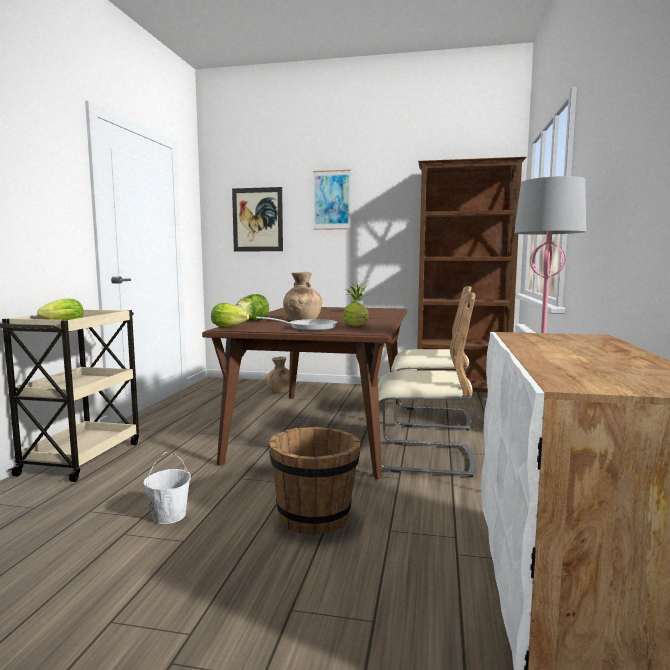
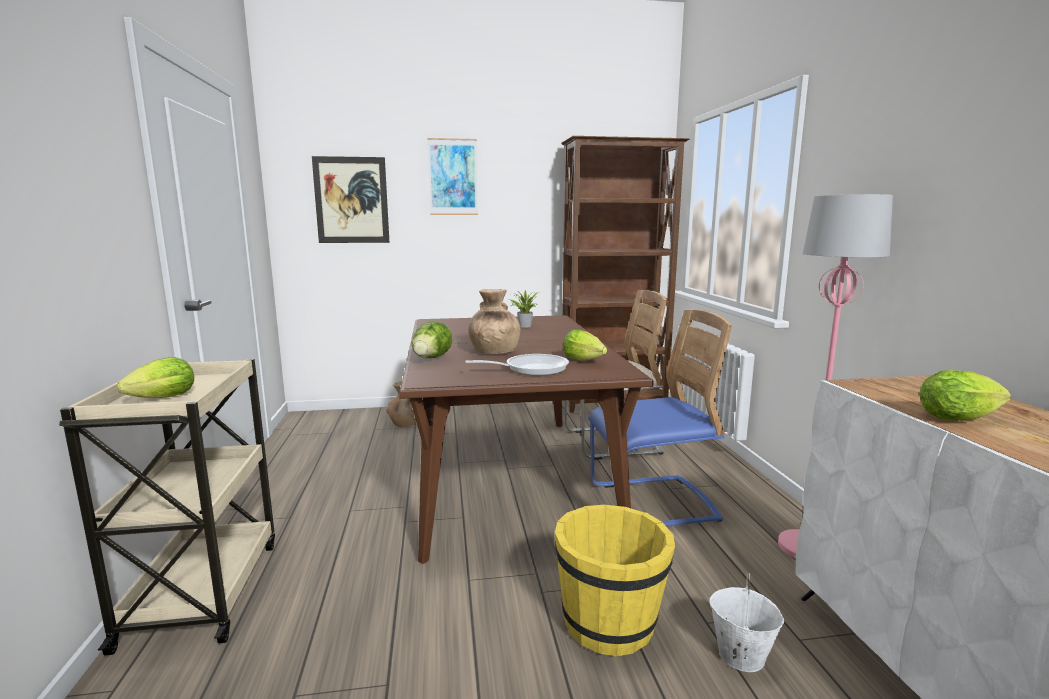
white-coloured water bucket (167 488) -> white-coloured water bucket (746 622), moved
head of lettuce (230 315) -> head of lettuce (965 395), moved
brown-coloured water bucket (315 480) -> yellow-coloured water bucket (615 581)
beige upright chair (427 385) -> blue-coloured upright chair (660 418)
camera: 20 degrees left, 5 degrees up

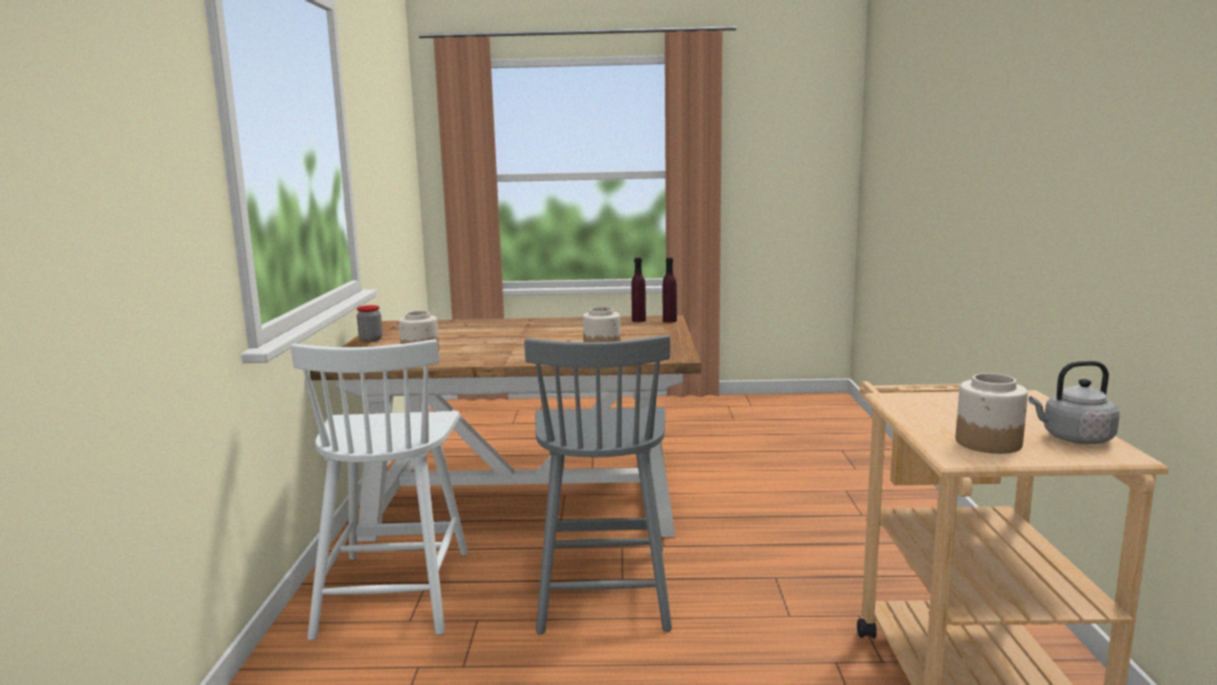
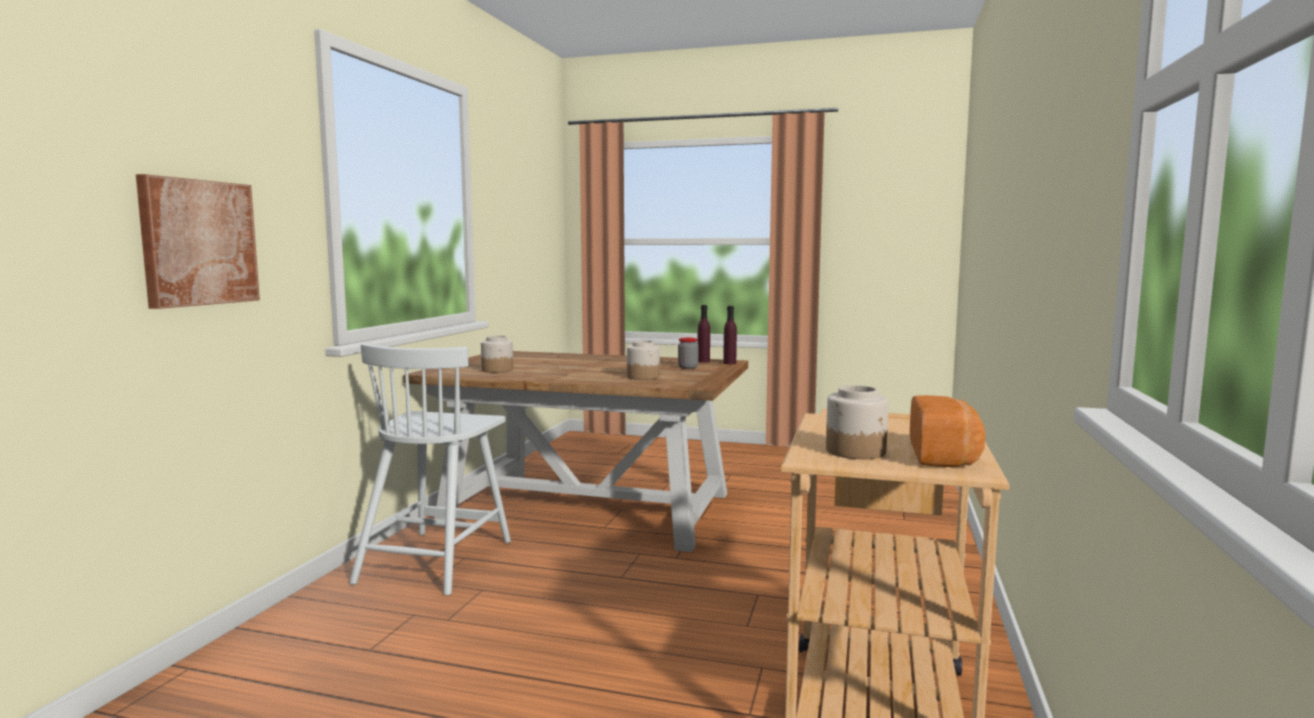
preserve jar (370 323) -> preserve jar (688 353), moved
greyish upright chair (598 485) -> none
greyish water kettle (1074 402) -> bread (948 431)
none -> wall art (198 241)
camera: 15 degrees right, 5 degrees down

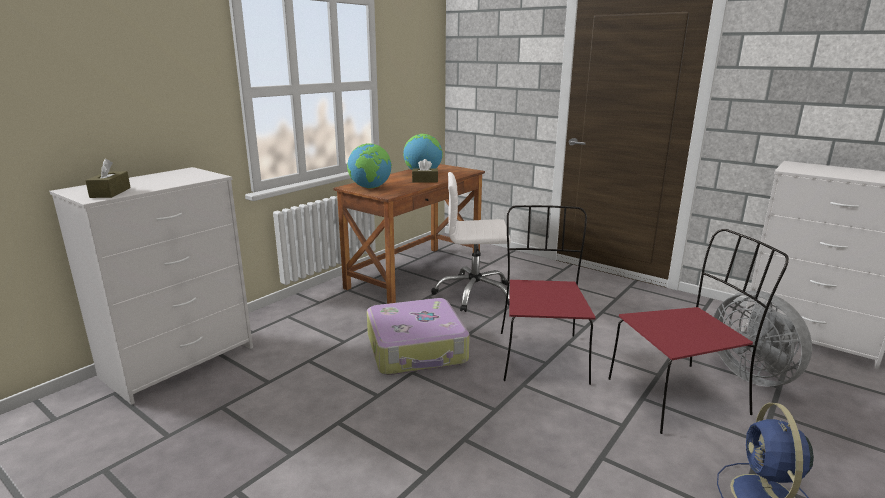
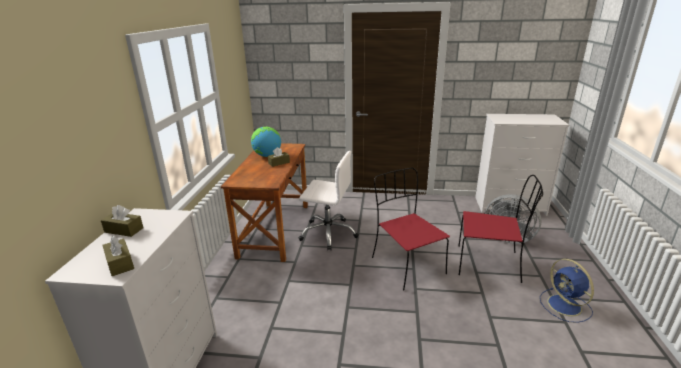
globe (369 165) -> none
suitcase (418 336) -> none
white-coloured office chair (471 242) -> white-coloured office chair (328 200), 135 degrees counterclockwise
reddish upright chair (698 331) -> reddish upright chair (500 229), 60 degrees clockwise
none -> brown-coloured tissue holder (122 221)
camera: 30 degrees left, 5 degrees up

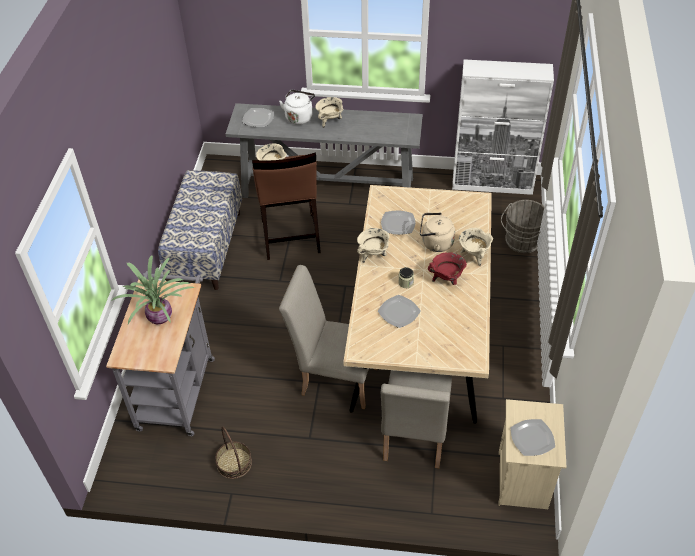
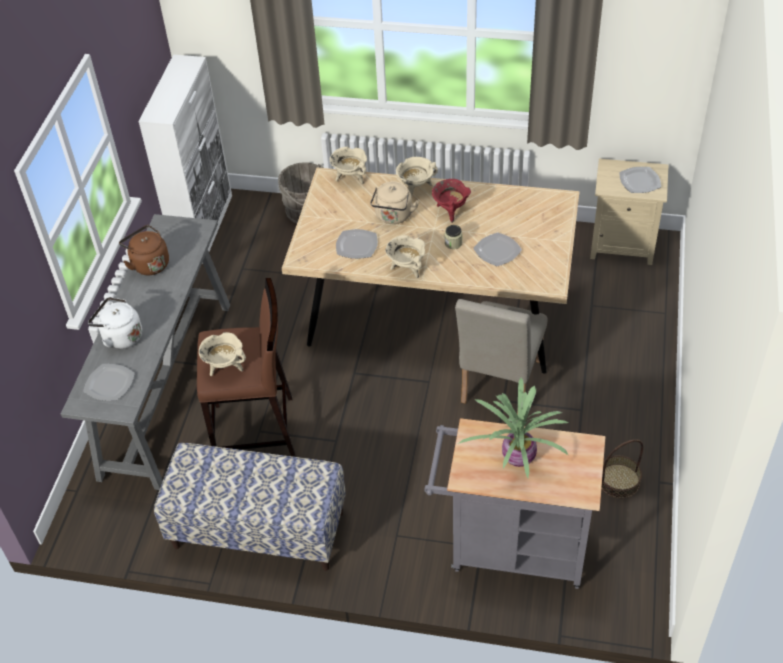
beige saucepot (329 112) -> beige saucepot (348 165), moved
beige upright chair (416 419) -> none
none -> brown-coloured water kettle (144 250)
camera: 85 degrees left, 0 degrees up

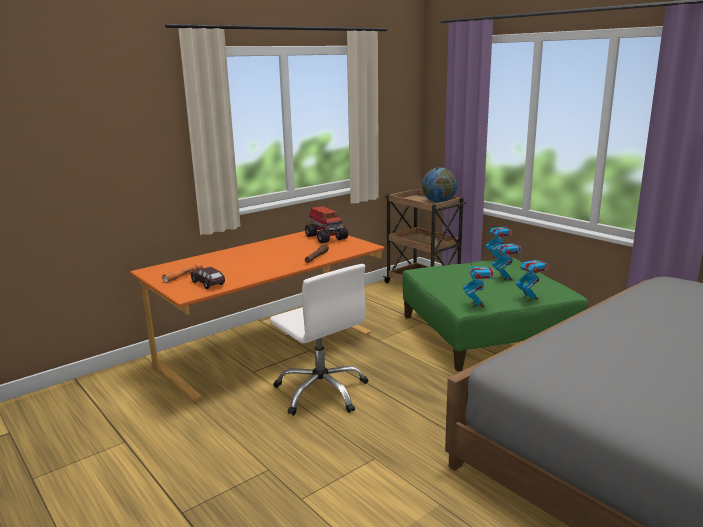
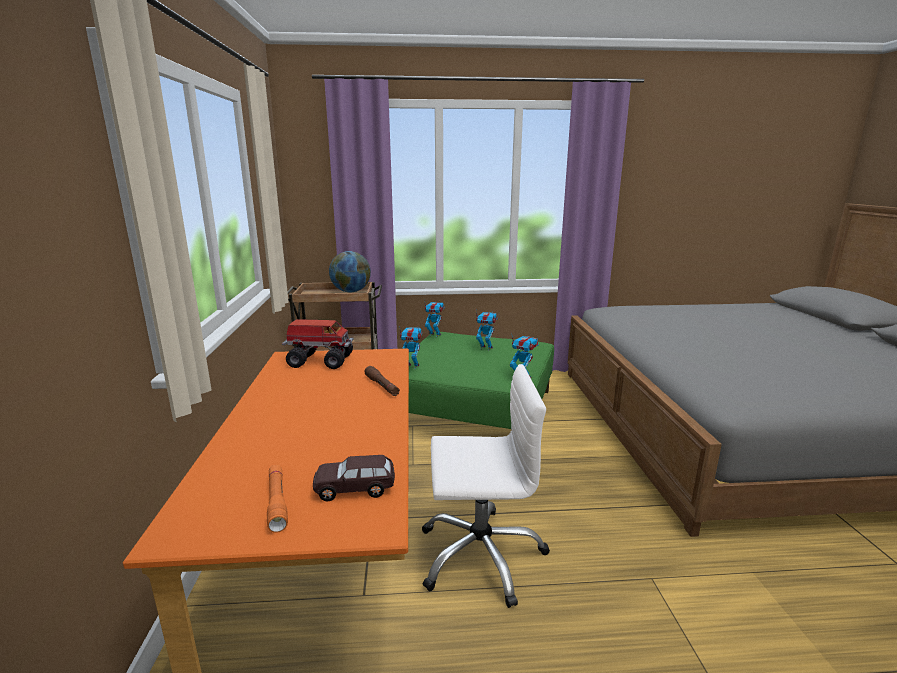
robot figure (532 278) -> robot figure (410 347), moved
camera: 55 degrees left, 0 degrees up

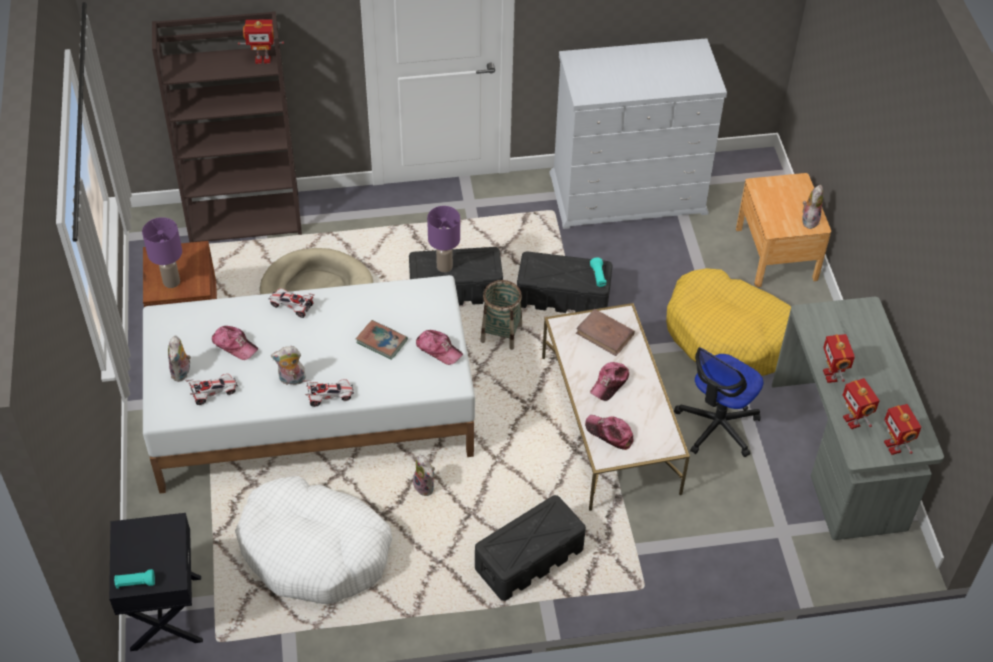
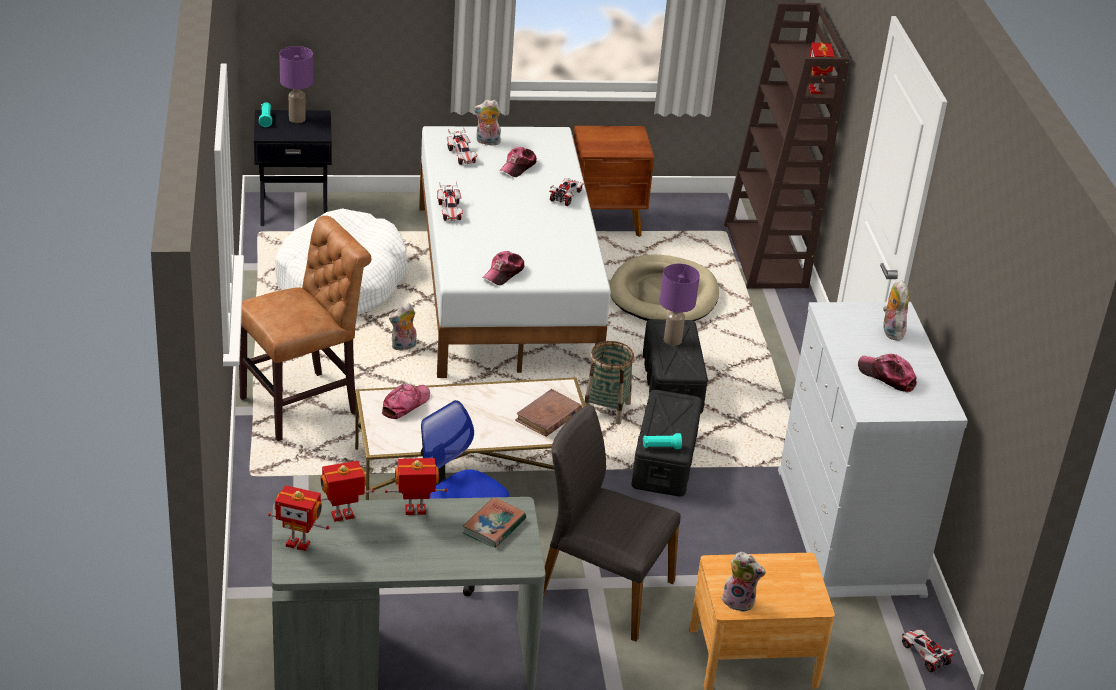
purple-coloured tabletop lamp (162 252) -> purple-coloured tabletop lamp (296 84), moved
soft toy (288 366) -> soft toy (896 310), moved
volume (382 340) -> volume (494 522), moved
blackish storage box (530 548) -> brown-coloured upright chair (305 328)
peaked cap (609 381) -> peaked cap (887 373), moved
yellow-coloured pet bed (728 322) -> greyish upright chair (612 523)
robot figure (903 429) -> robot figure (299 518), 150 degrees counterclockwise
none -> toy car (929 650)
camera: 90 degrees right, 15 degrees down

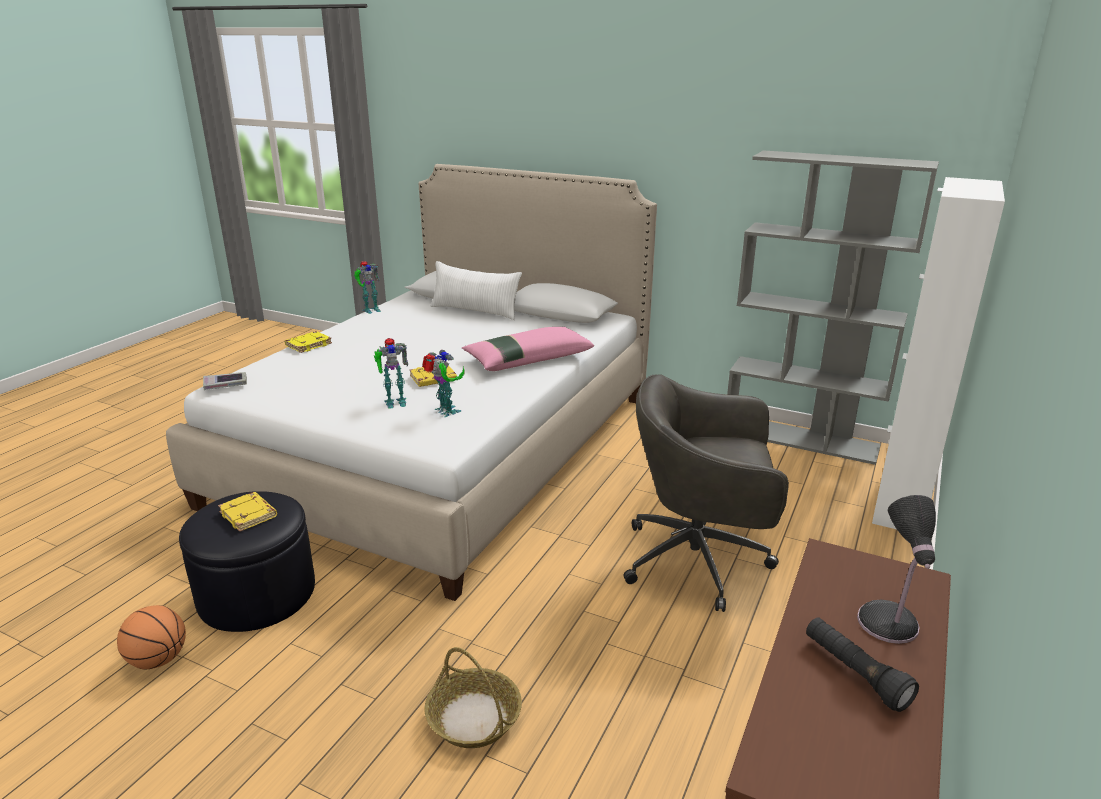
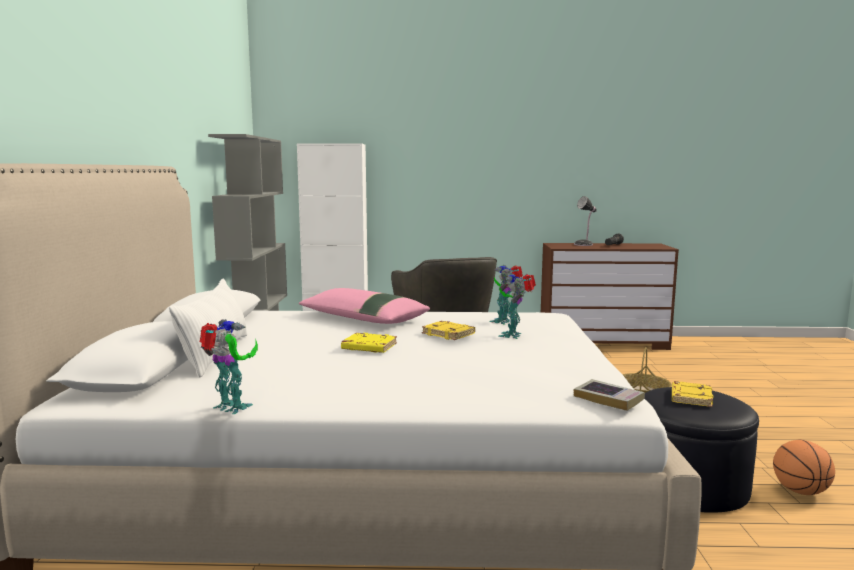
yellow-coloured volume (308 342) -> yellow-coloured volume (369 343), moved
robot figure (391 373) -> robot figure (517 306), 120 degrees counterclockwise
camera: 115 degrees left, 15 degrees down

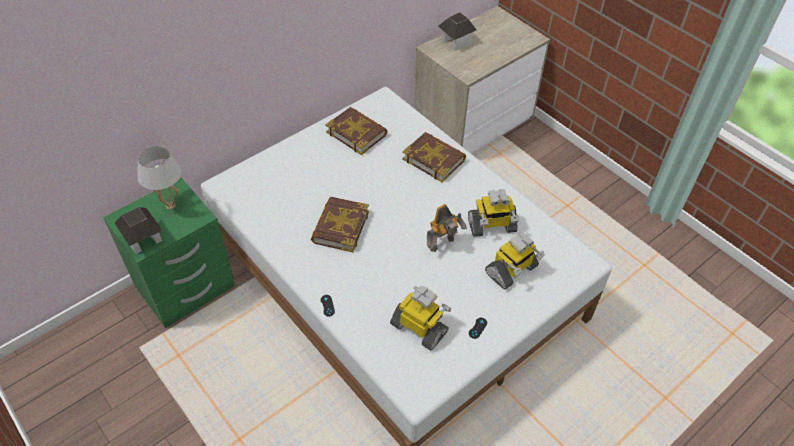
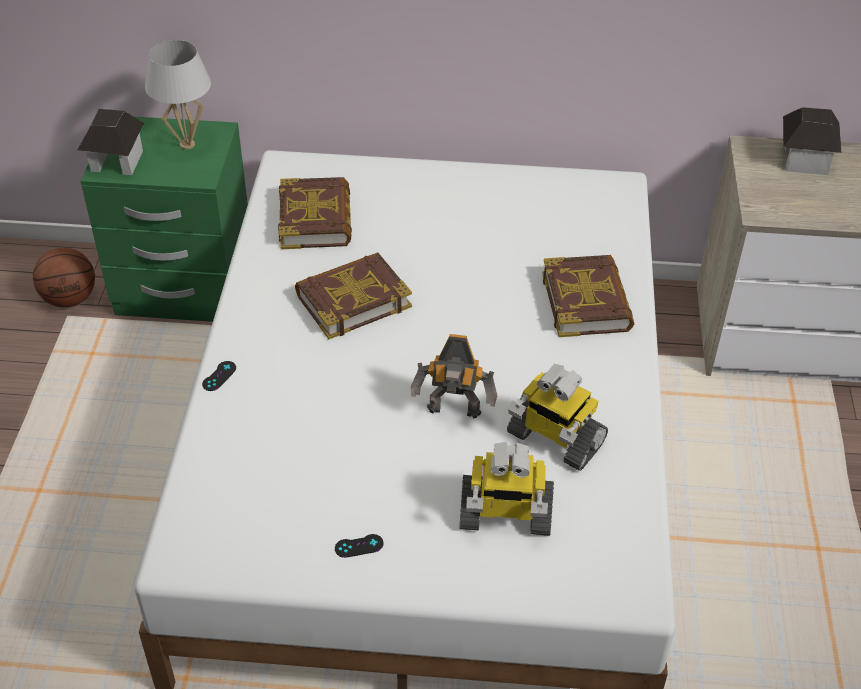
volume (356 131) -> volume (315 213), moved
robot figure (420 318) -> none
none -> basketball (64 277)
camera: 45 degrees right, 5 degrees down

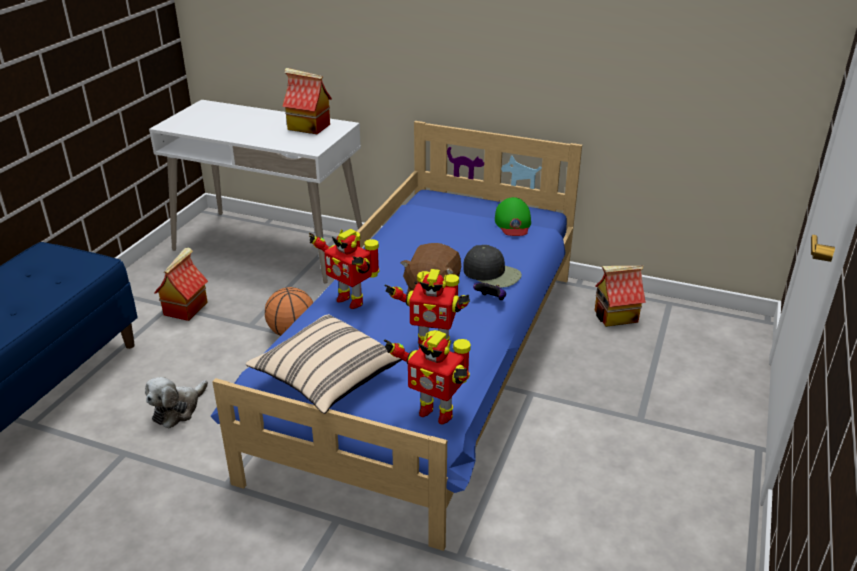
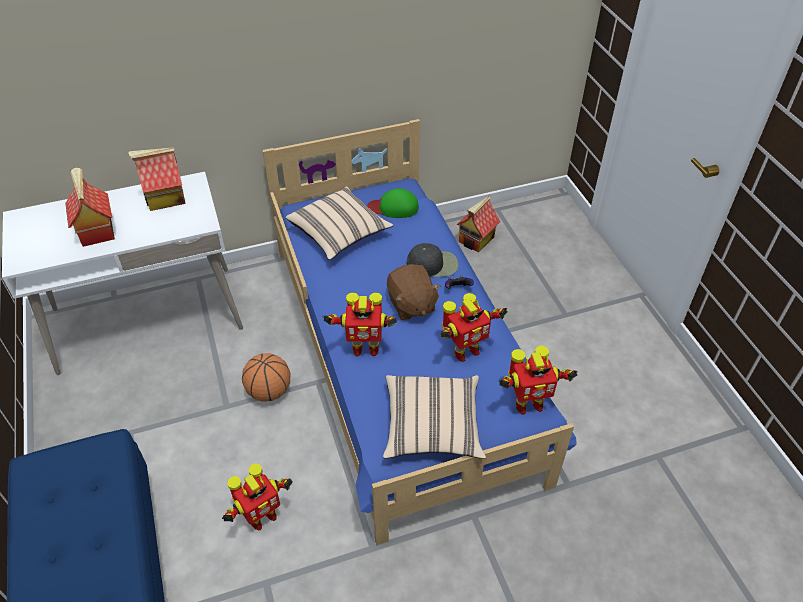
soft toy (176 402) -> robot figure (257 497)
miniature house (181 284) -> miniature house (90 207), moved
green peaked cap (513 216) -> green peaked cap (393 203), 135 degrees clockwise
none -> beige pillow (339 223)
camera: 40 degrees left, 15 degrees up

